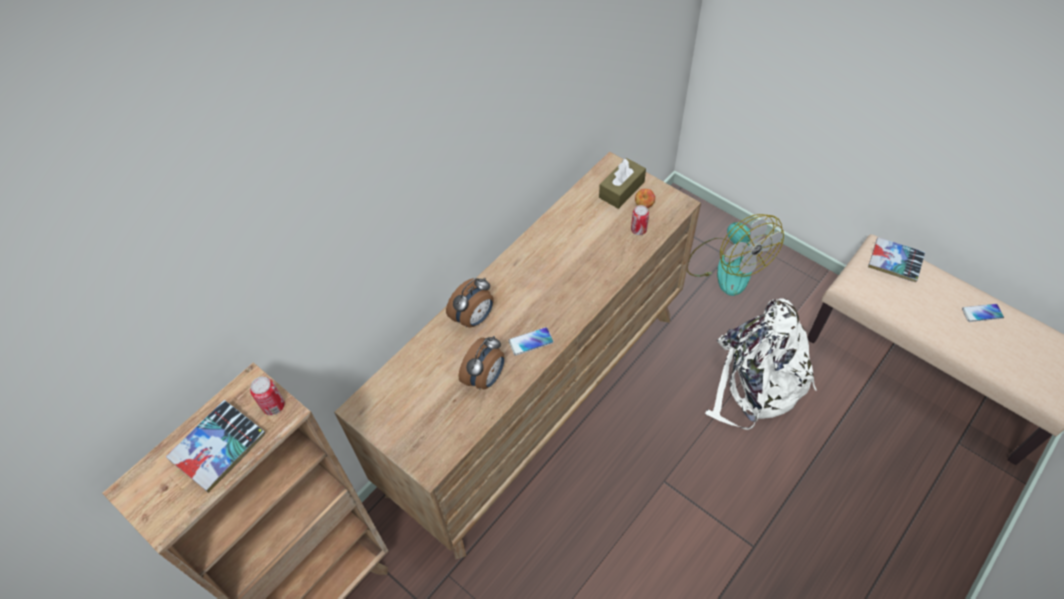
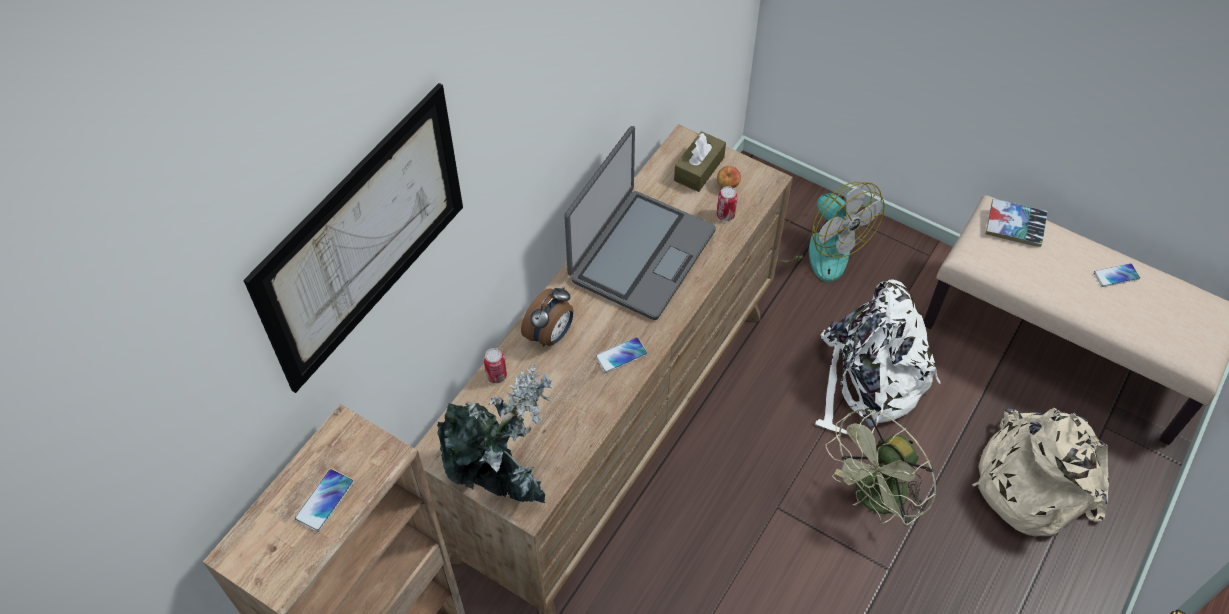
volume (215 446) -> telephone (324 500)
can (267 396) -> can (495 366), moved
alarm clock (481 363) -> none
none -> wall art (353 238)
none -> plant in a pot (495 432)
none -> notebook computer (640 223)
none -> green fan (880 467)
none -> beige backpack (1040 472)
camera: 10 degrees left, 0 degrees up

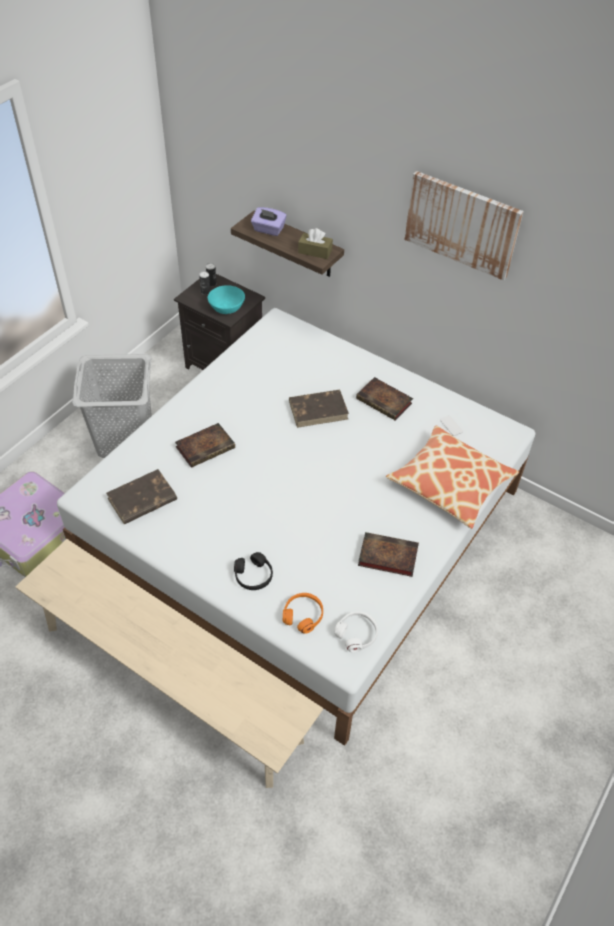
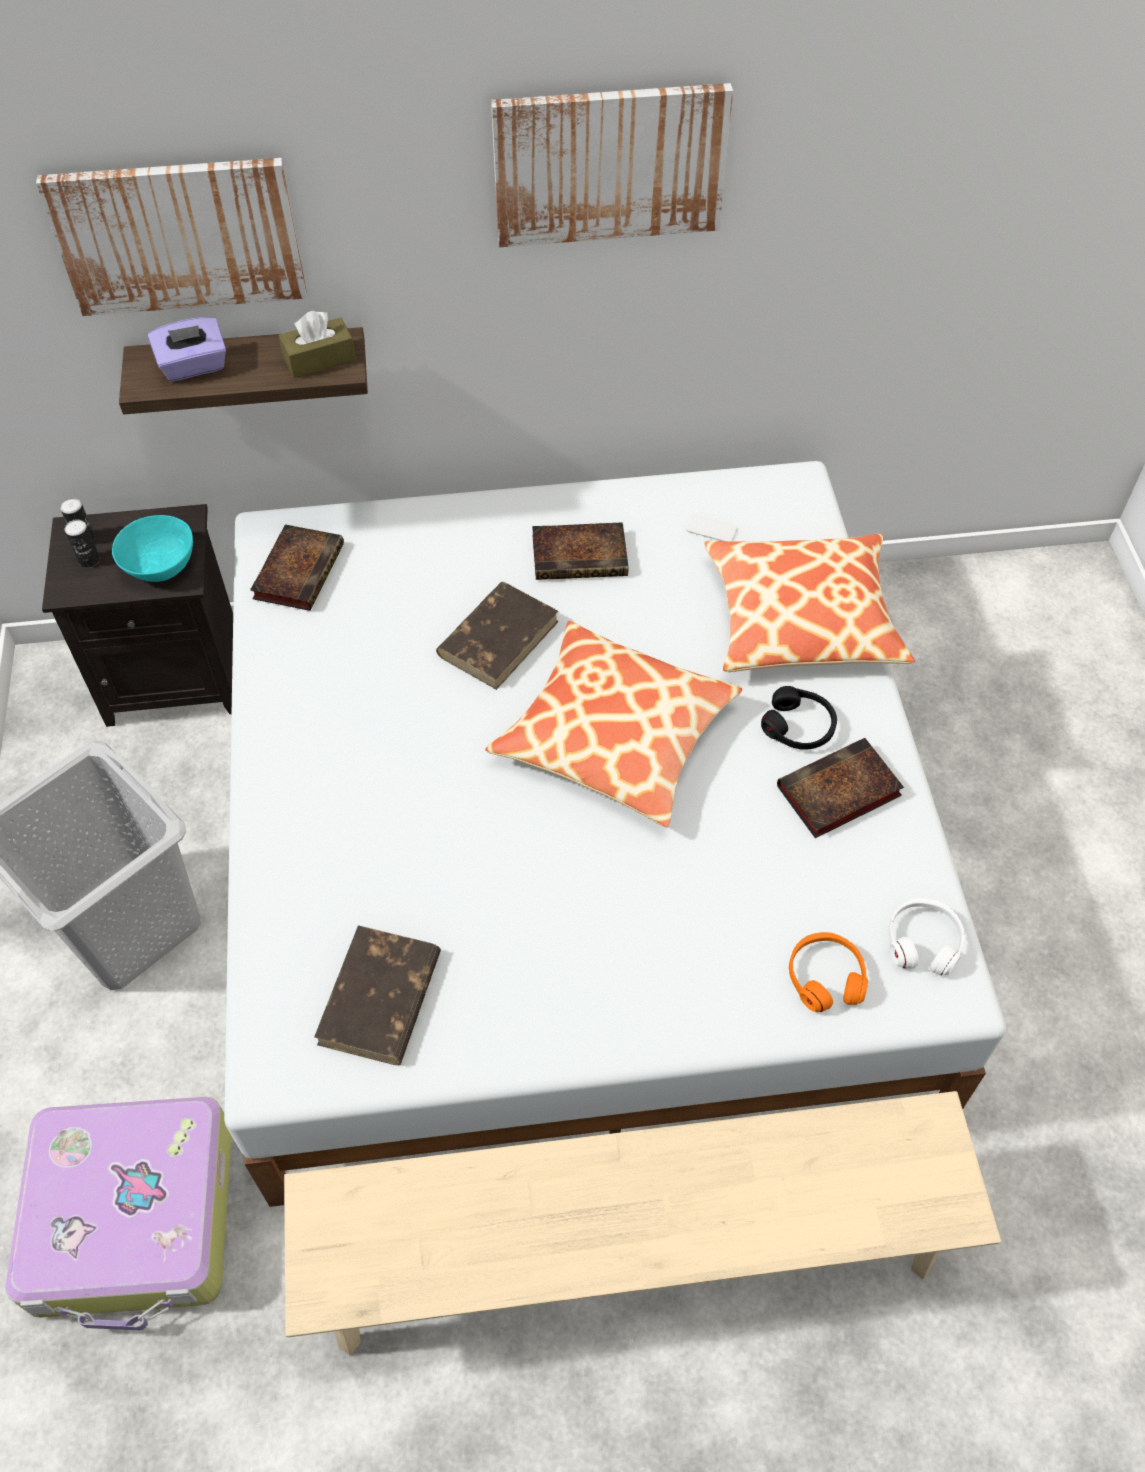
volume (205 445) -> volume (297 567), moved
blackish pair of headphones (253 571) -> blackish pair of headphones (799 718), moved
none -> wall art (171 237)
none -> pillow (613 724)
camera: 40 degrees left, 5 degrees up

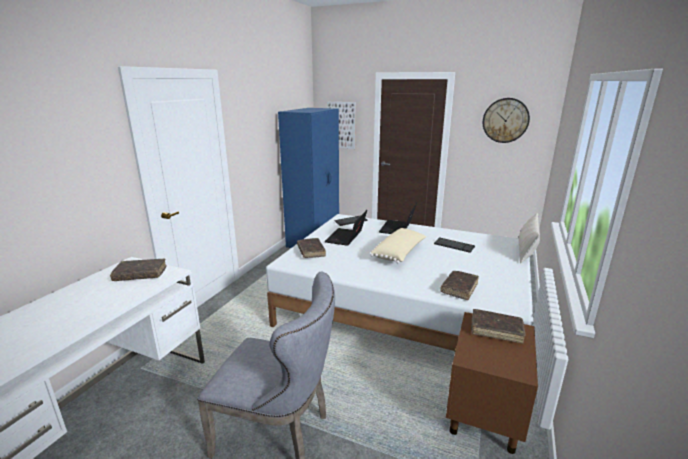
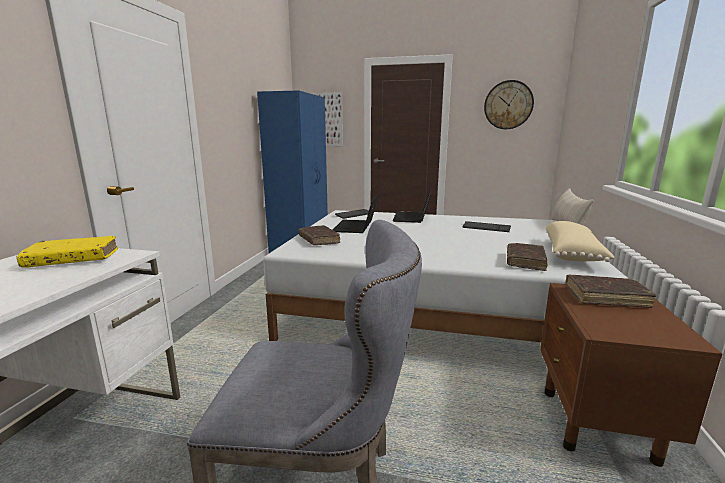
brown-coloured volume (138 270) -> yellow-coloured volume (67 252)
beige pillow (398 245) -> beige pillow (580 241), moved
camera: 10 degrees left, 5 degrees down

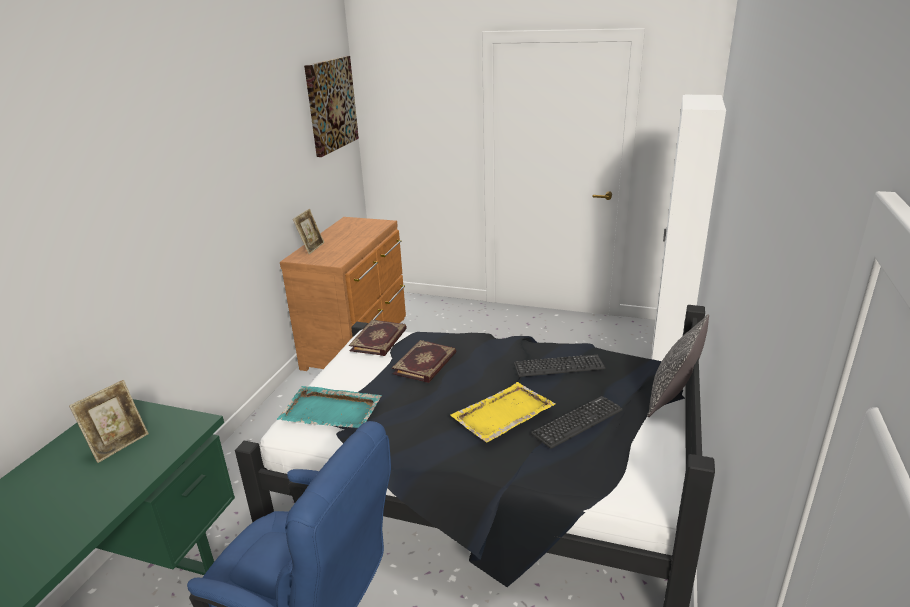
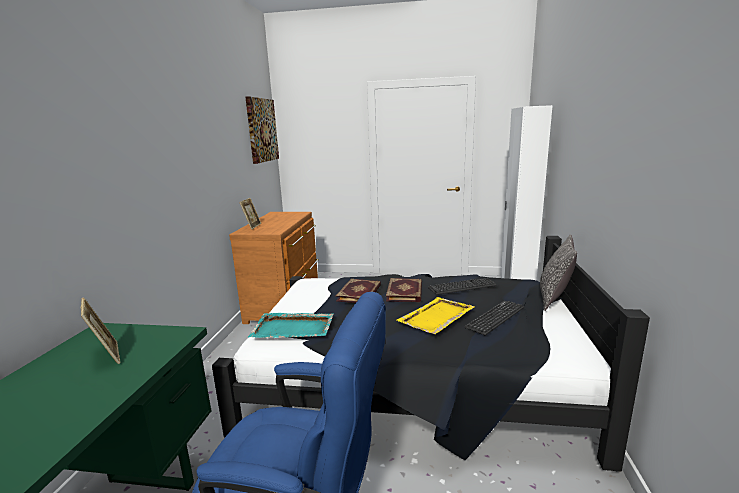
standing frame (109 421) -> standing frame (100 330), 60 degrees counterclockwise
volume (378 338) -> volume (404 290), moved
camera: 10 degrees left, 10 degrees down

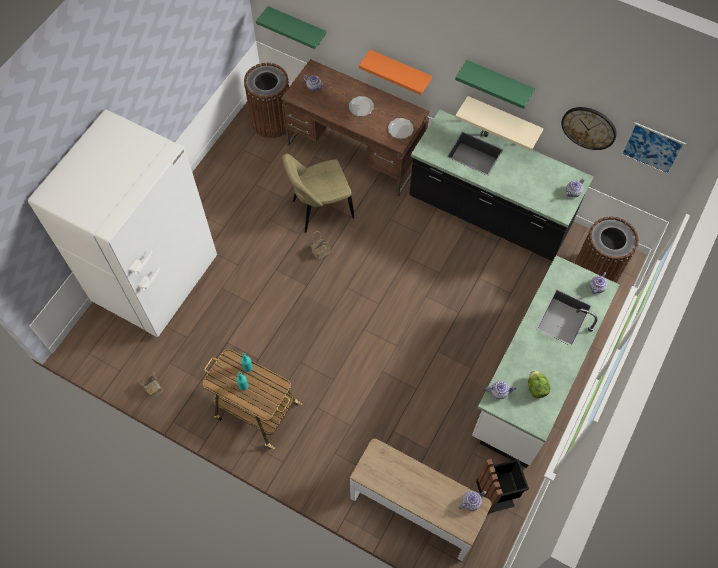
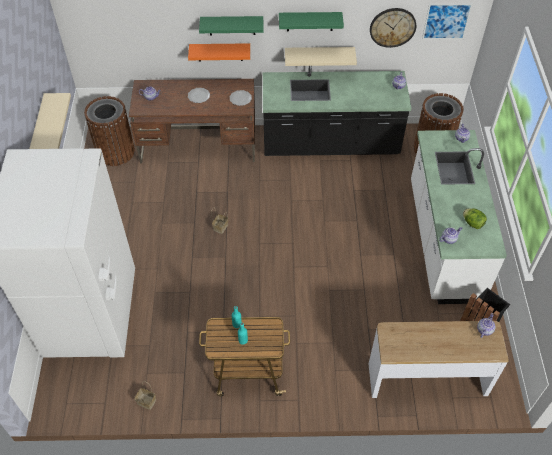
green wall shelf (291 27) -> green wall shelf (231 25), moved
beige upright chair (318 193) -> none
none -> beige wall shelf (50 121)
camera: 30 degrees left, 10 degrees down

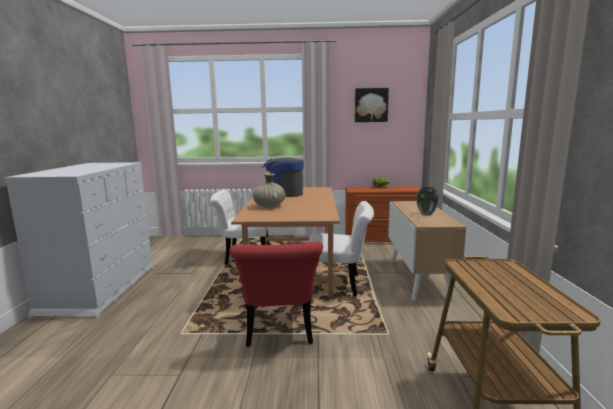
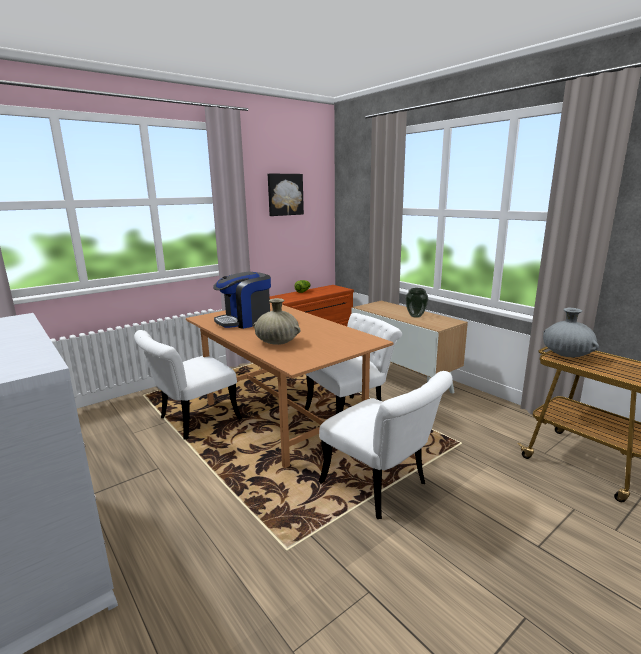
reddish upright chair (276 294) -> white-coloured upright chair (385 445)
none -> greyish flower vase (571 332)
camera: 40 degrees left, 5 degrees up

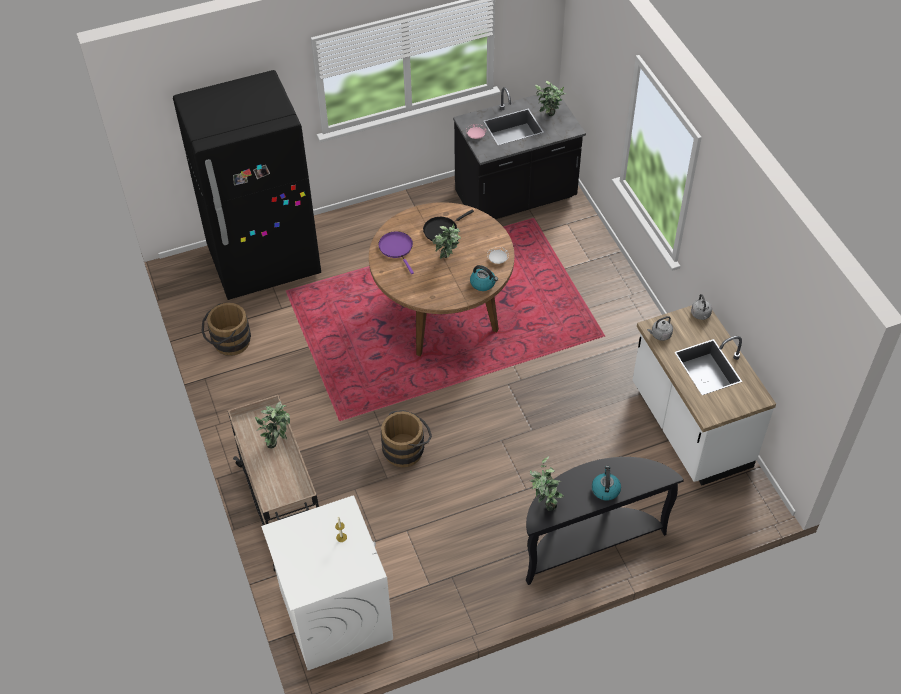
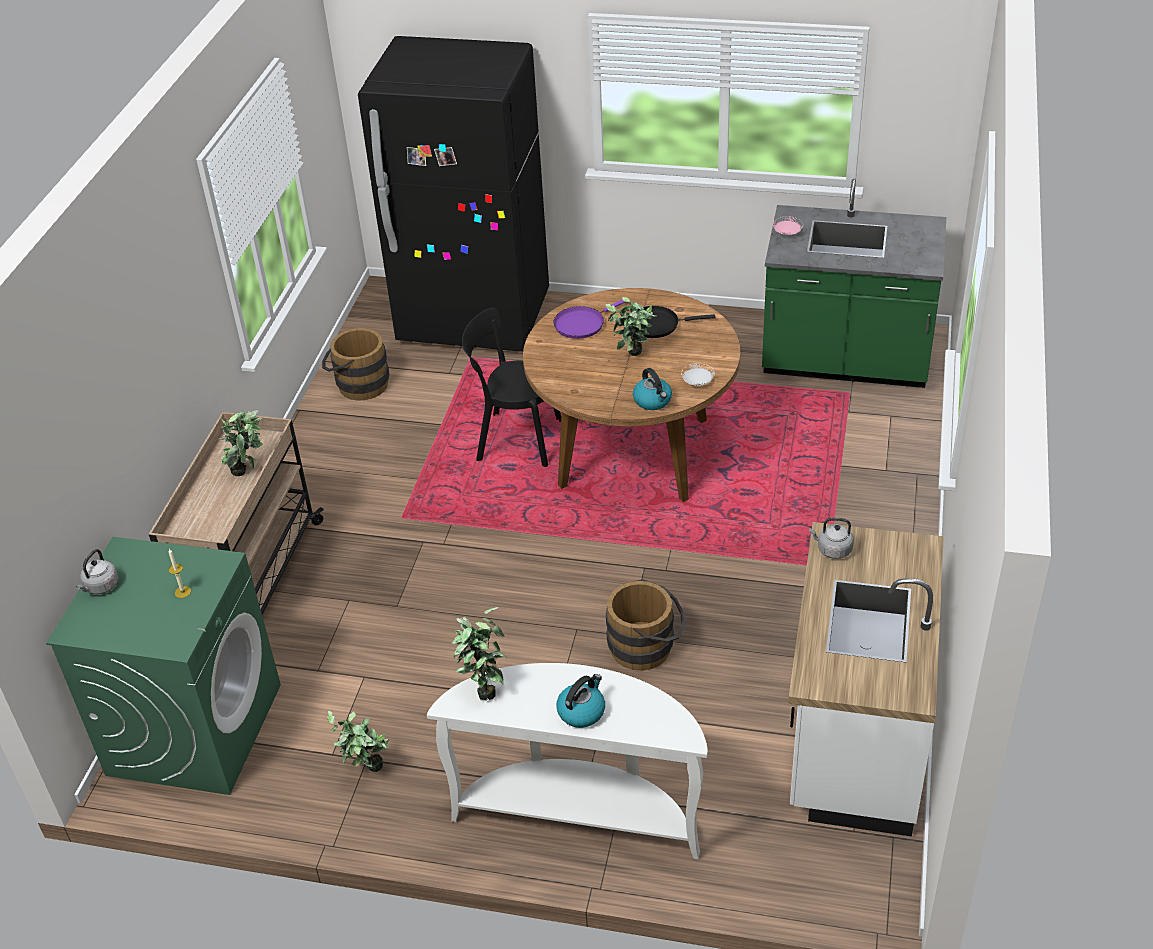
white-coloured laundry machine (327 582) -> green laundry machine (163 666)
purple-coloured skillet (396 252) -> purple-coloured skillet (590 319), 135 degrees counterclockwise
brown-coloured water bucket (406 438) -> brown-coloured water bucket (645 625), moved
blackish kitchen base unit (519 153) -> green kitchen base unit (854 283)
blackish console table (605 521) -> white-coloured console table (567 761)
plant in a pot (550 98) -> plant in a pot (358 741), moved
greyish water kettle (701 307) -> greyish water kettle (97 571), moved
none -> blackish upright chair (511 387)
camera: 35 degrees right, 10 degrees down

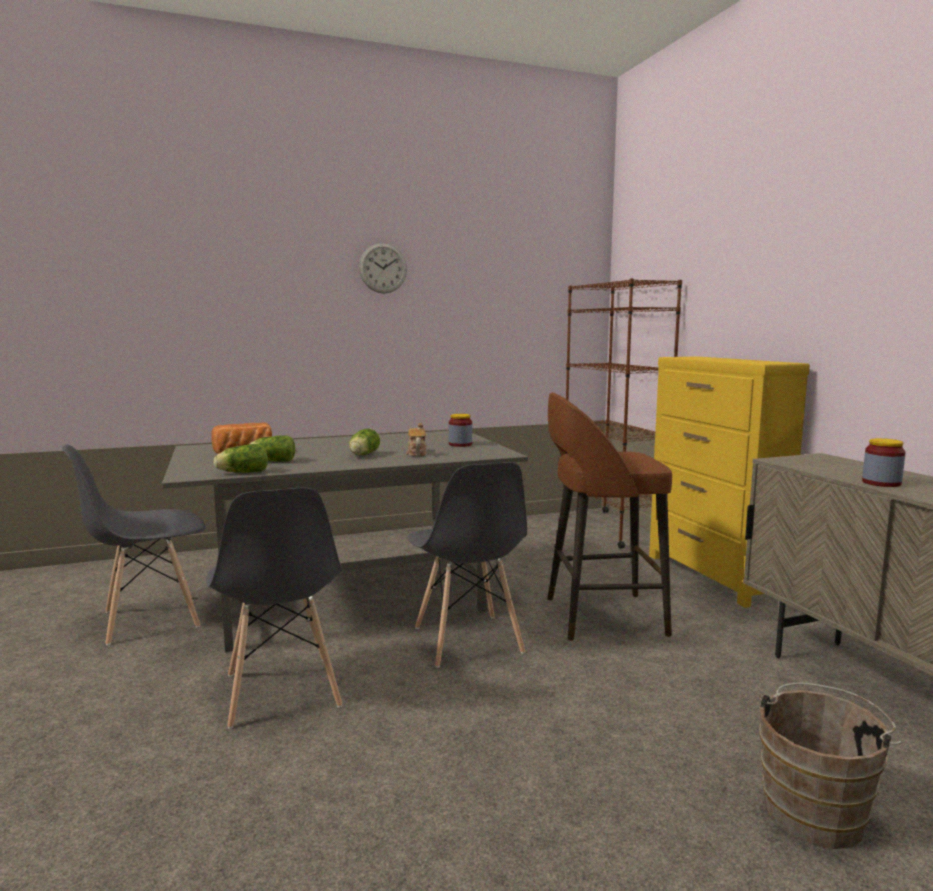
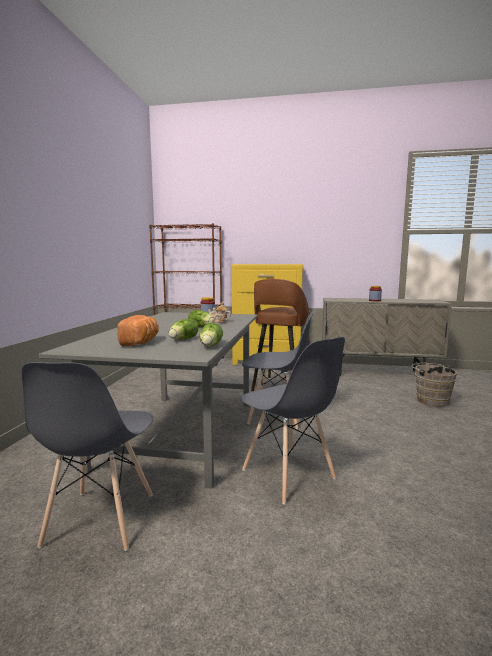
greyish upright chair (274 608) -> greyish upright chair (292 420), 45 degrees clockwise
hanging clock (383 268) -> none
camera: 60 degrees left, 0 degrees up

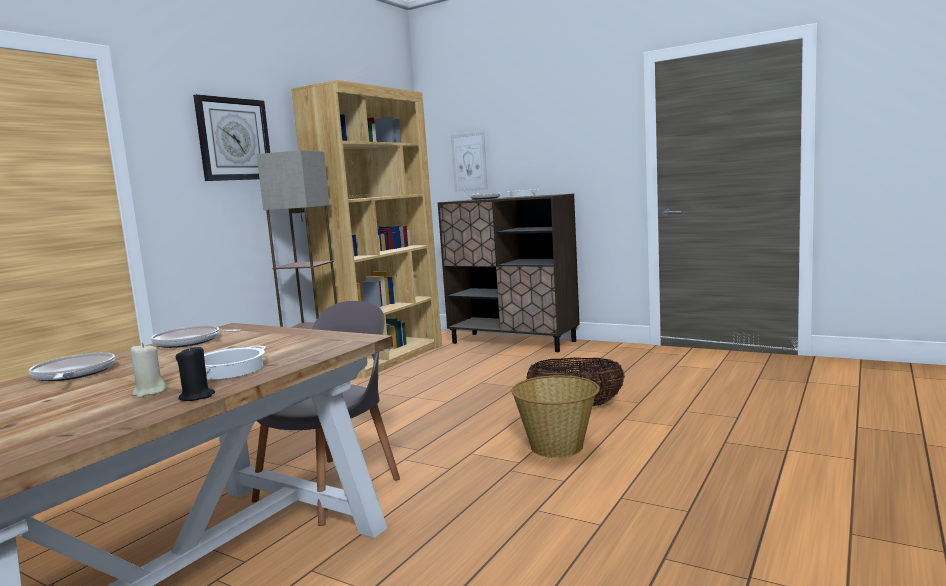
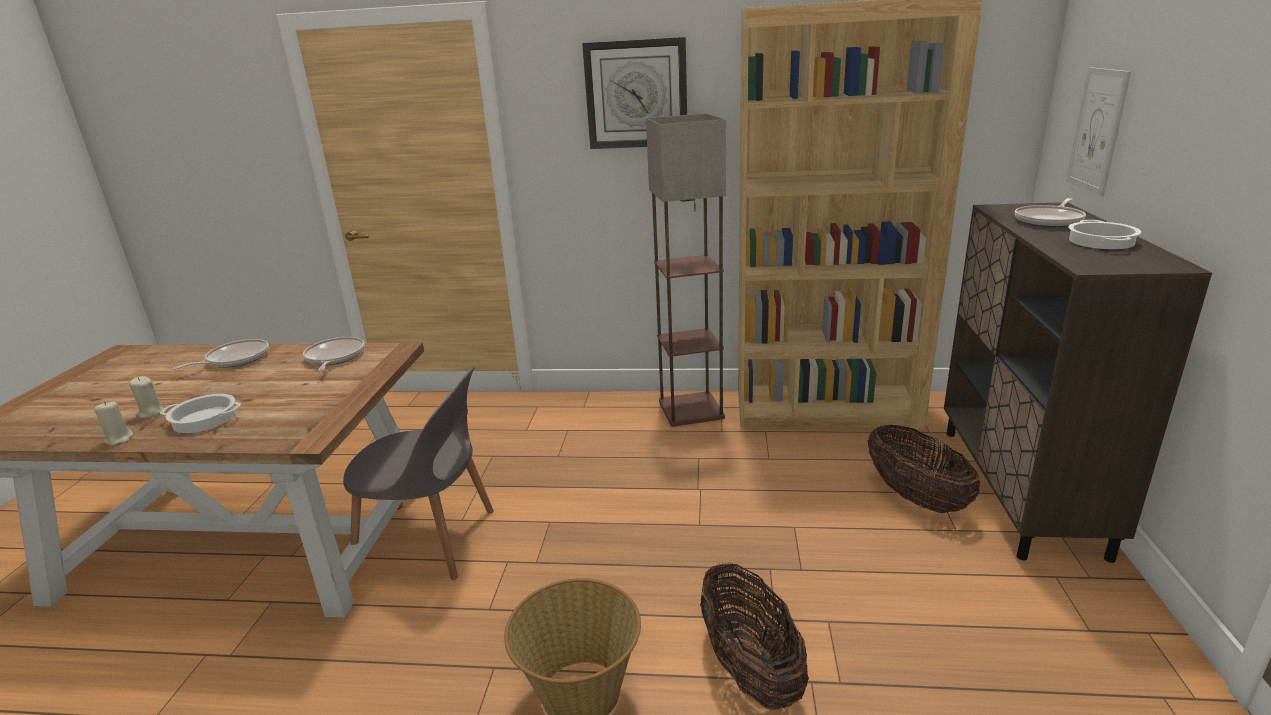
blackish candle (195 373) -> beige candle (114 423)
none -> storage basket (924 468)
camera: 65 degrees right, 15 degrees up

